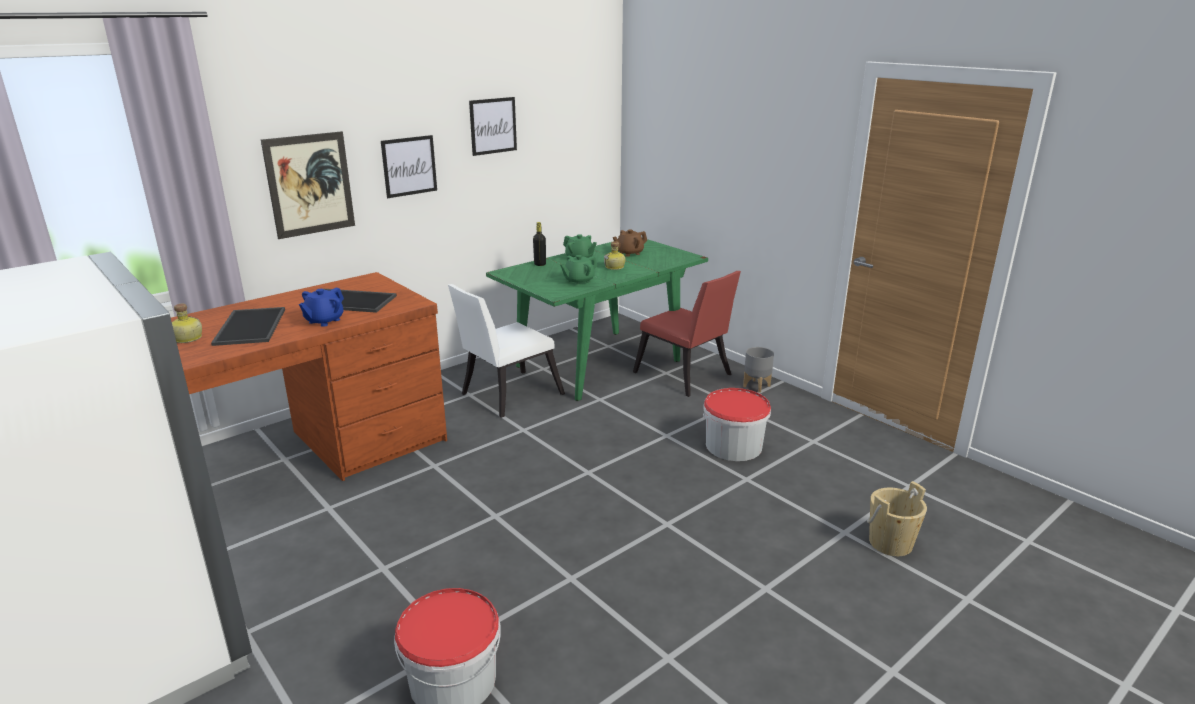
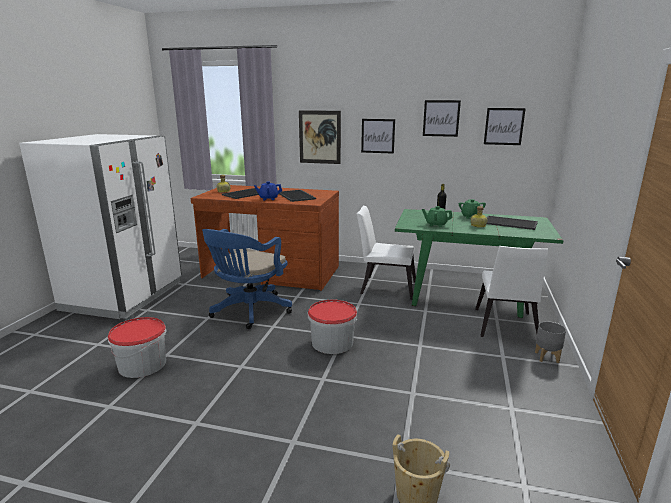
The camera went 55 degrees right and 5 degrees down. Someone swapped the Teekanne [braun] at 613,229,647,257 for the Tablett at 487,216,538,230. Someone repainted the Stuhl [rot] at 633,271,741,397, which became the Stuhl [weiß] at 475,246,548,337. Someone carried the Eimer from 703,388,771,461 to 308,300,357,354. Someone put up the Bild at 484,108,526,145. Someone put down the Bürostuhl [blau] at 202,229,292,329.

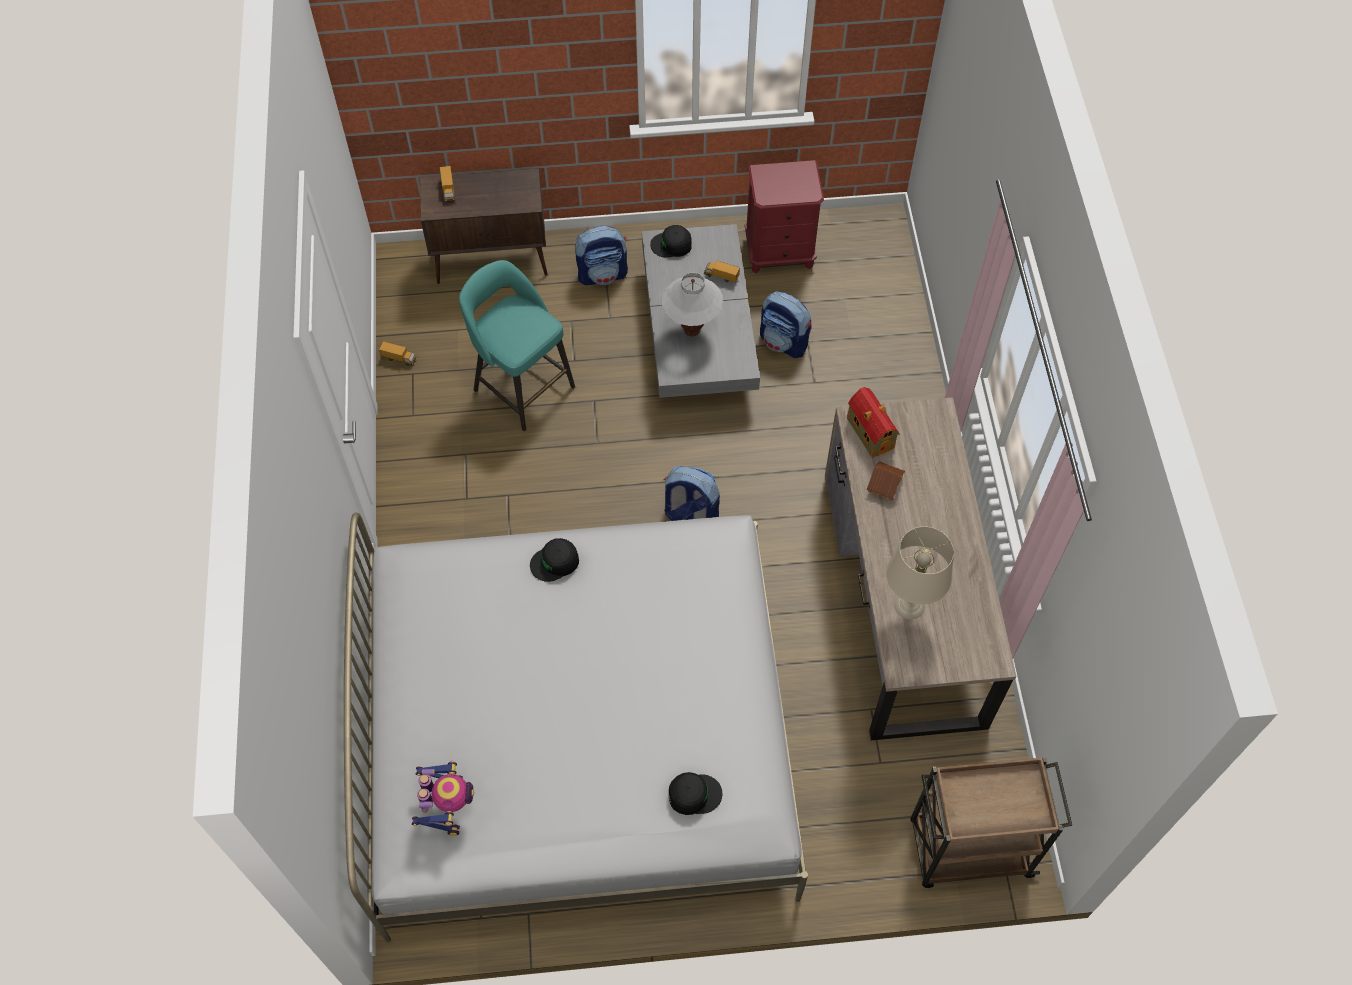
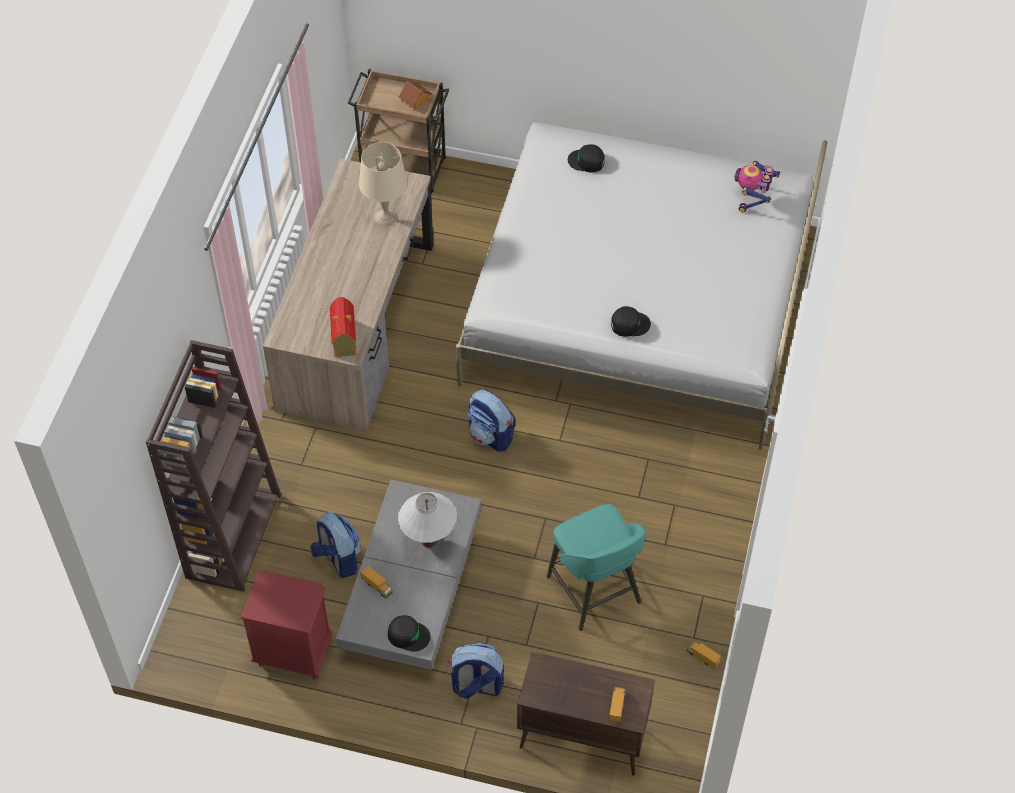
The camera went 160 degrees left and 5 degrees down. Someone carried the Spielzeughaus from 867,461,905,500 to 399,80,432,111. Someone put down the Bücherregal [braun] at 146,340,281,592.

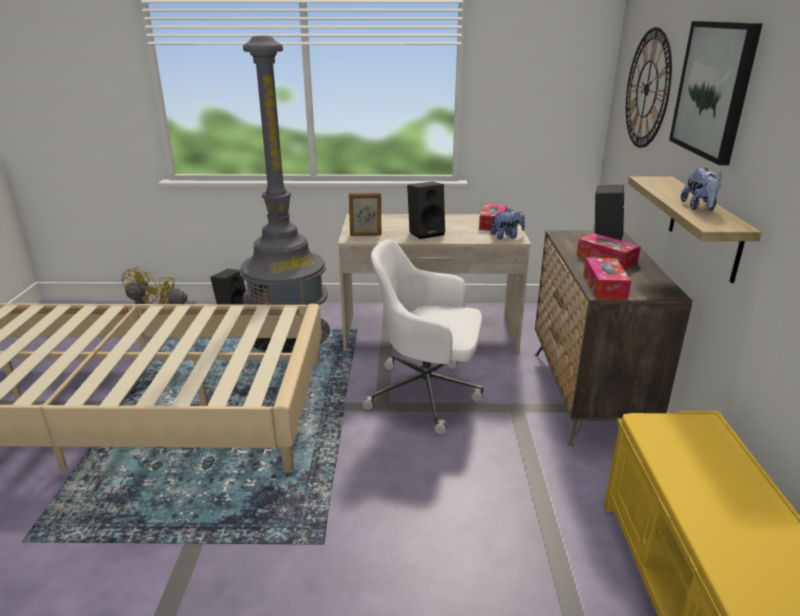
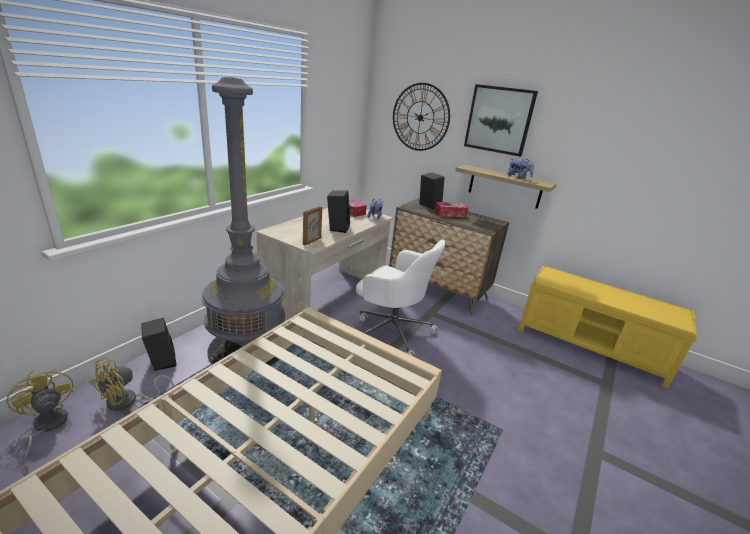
The camera went 60 degrees left and 0 degrees up. Someone rotated the Bürostuhl [weiß] at 362,239,484,434 by 105 degrees counterclockwise. Someone took away the Taschentuchbox at 583,258,631,300.

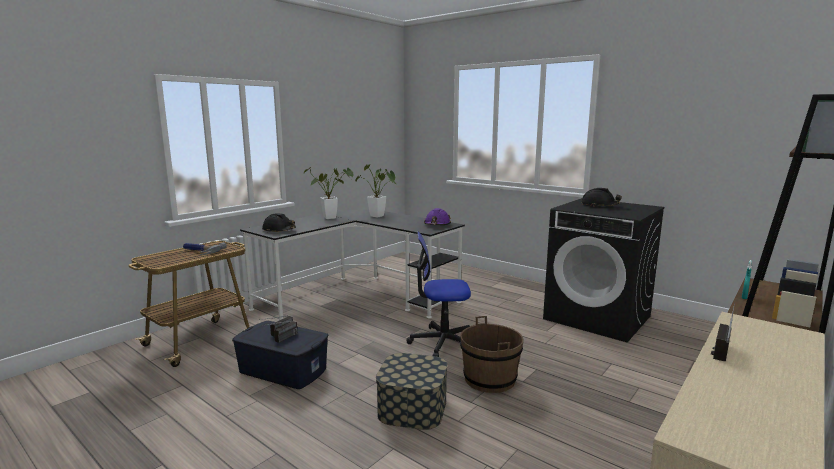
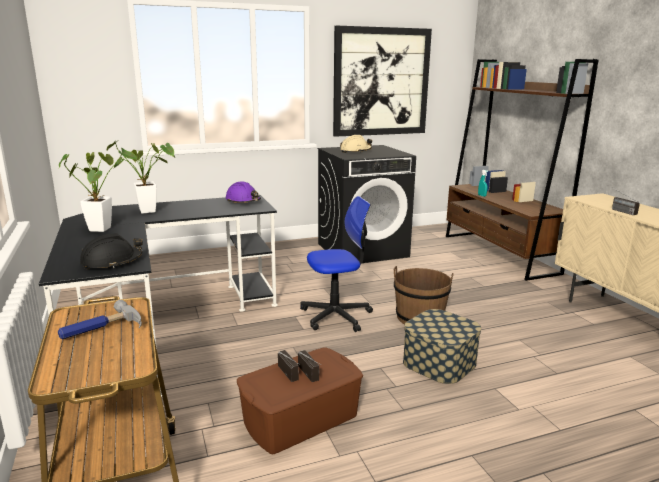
The camera went 60 degrees left and 5 degrees up. Someone repainted the Schutzhelm [schwarz] at 581,188,622,207, which became the Schutzhelm [beige] at 340,135,372,153. Someone rotated the Bürostuhl at 406,231,471,357 by 135 degrees counterclockwise. Someone repainted the Aufbewahrungsbox [blau] at 232,321,328,389, which became the Aufbewahrungsbox [braun] at 237,347,363,455. Someone put up the Bild at 333,26,432,137.

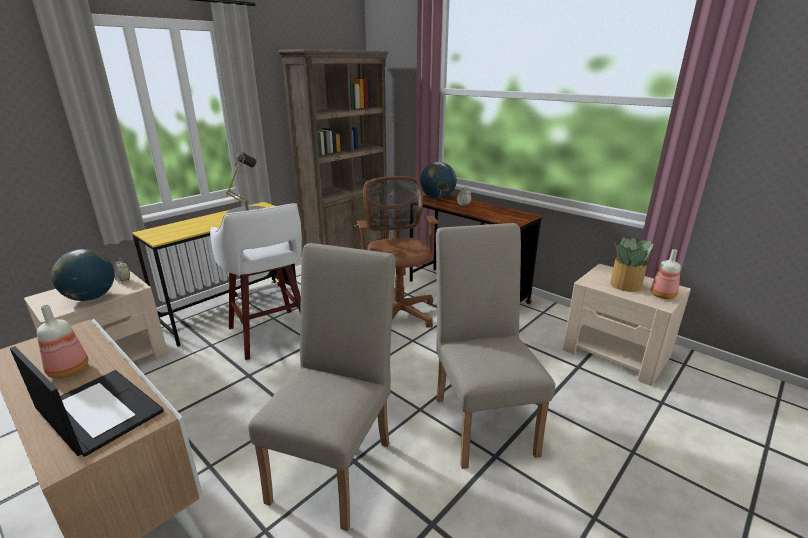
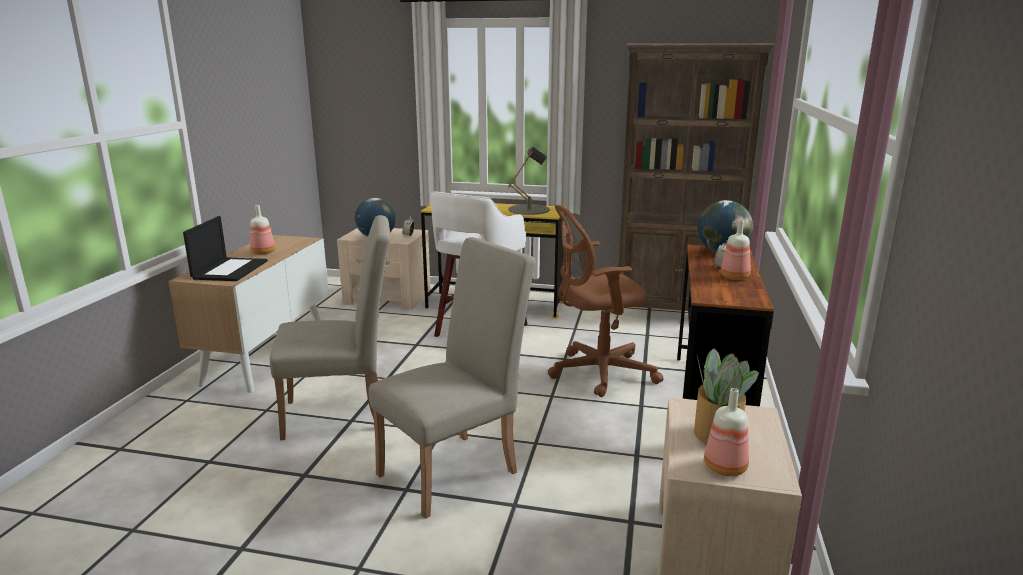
The camera went 60 degrees right and 5 degrees down. Someone rotated the Bürostuhl [braun] at 356,176,439,328 by 150 degrees counterclockwise. Someone put down the Flasche at 721,220,751,280.

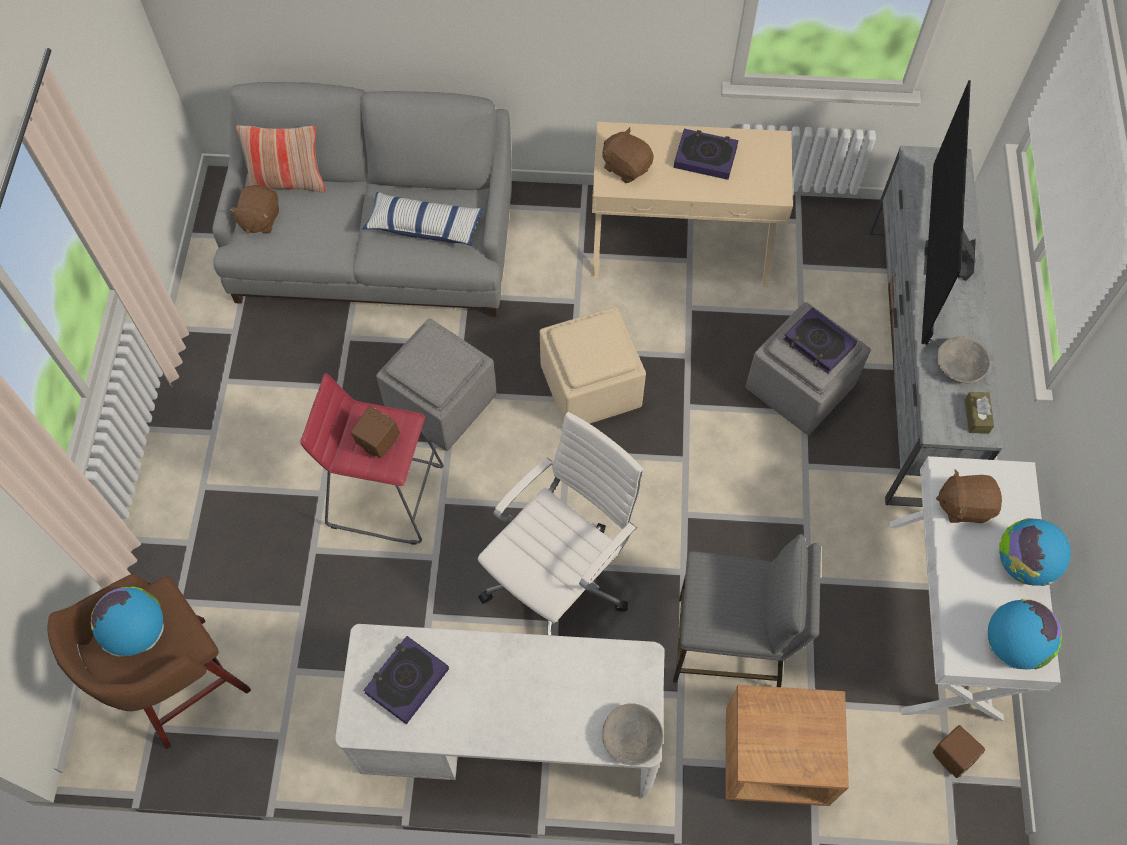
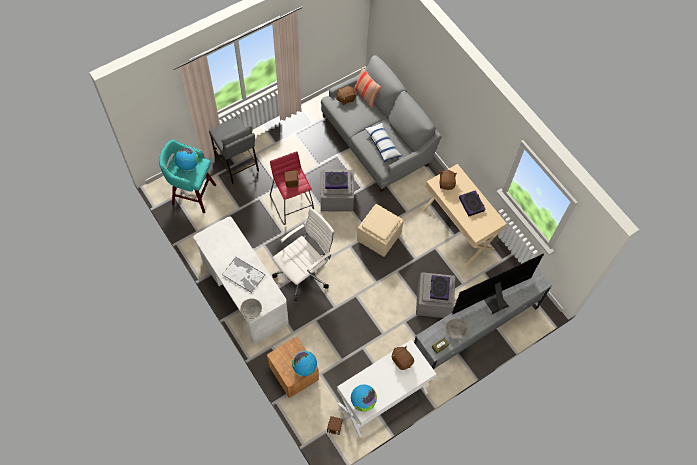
The camera went 50 degrees right and 0 degrees up. Someone rotated the Bürostuhl [weiß] at 478,412,644,635 by 45 degrees counterclockwise. Someone carried the Globus from 999,518,1071,586 to 292,351,317,376. Someone carried the Hocker [grau] from 673,534,821,687 to 209,117,259,184. Someone repainted the Hocker [braun] at 48,574,251,749, which became the Hocker [türkis] at 159,139,216,213. Someone carried the Buch from 363,636,449,724 to 325,171,348,189. Someone put down the Tablett at 222,257,266,293.

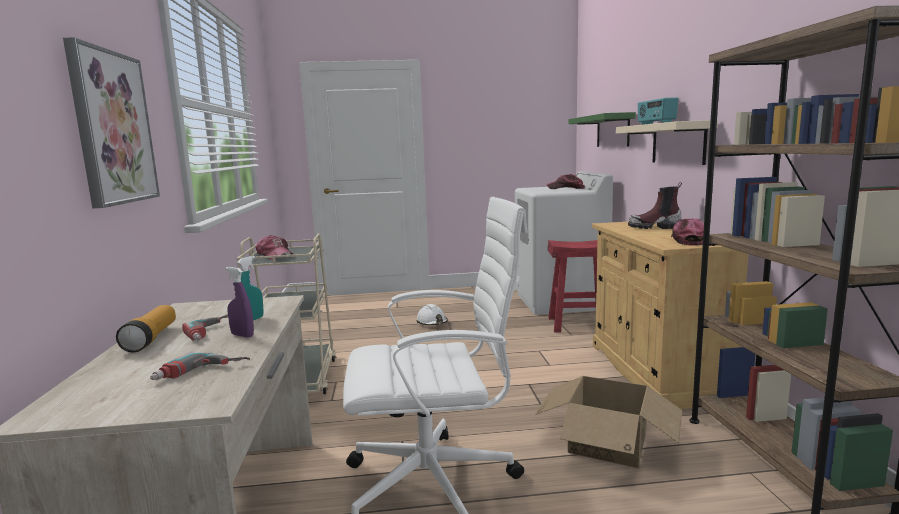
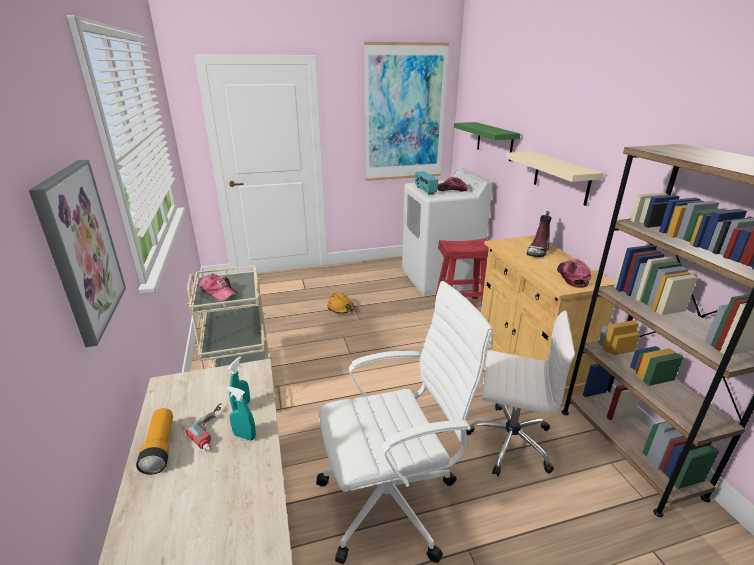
The camera went 10 degrees left and 15 degrees up. Someone carried the Radio from 638,97,679,125 to 415,171,438,195. Someone rotated the Stiefel at 628,182,682,229 by 60 degrees counterclockwise. Someone repainted the Sprühflasche [lila] at 226,267,254,338, which became the Sprühflasche [türkis] at 227,386,256,441. Someone repainted the Schutzhelm [weiß] at 417,304,448,325, which became the Schutzhelm [orange] at 327,293,354,313. Someone took away the Bohrmaschine at 150,352,250,380. Someone swapped the Karton at 535,376,682,468 for the Bürostuhl [weiß] at 466,311,575,477. Someone put up the Bild at 364,42,449,181.

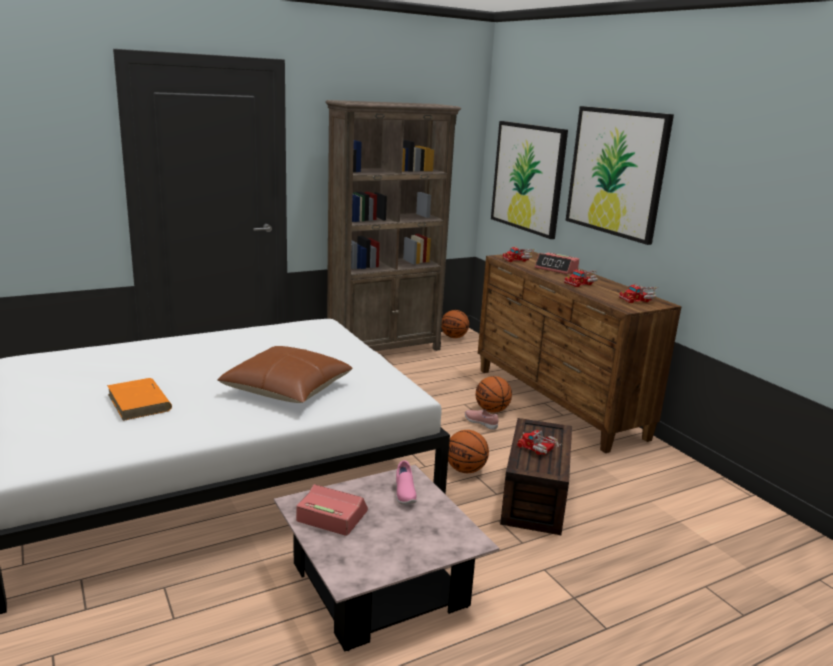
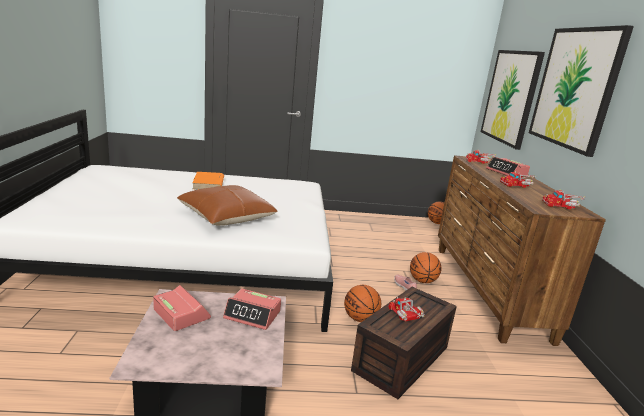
The camera went 25 degrees right and 0 degrees up. Someone took away the Bücherregal [braun] at 325,100,461,351. Someone carried the Buch [orange] from 107,378,172,421 to 192,172,224,190. Someone swapped the Schuh [rosa] at 396,460,417,505 for the Wecker at 223,288,281,330.

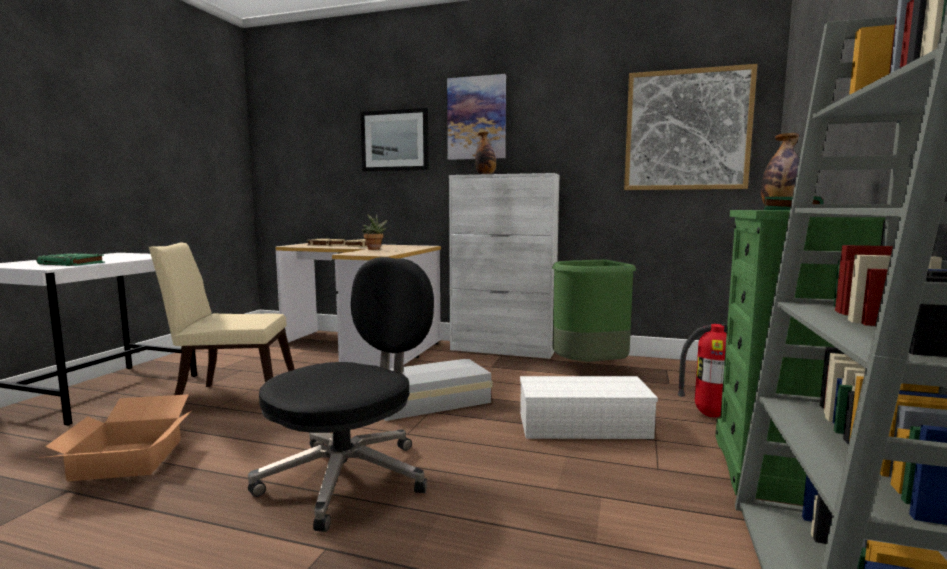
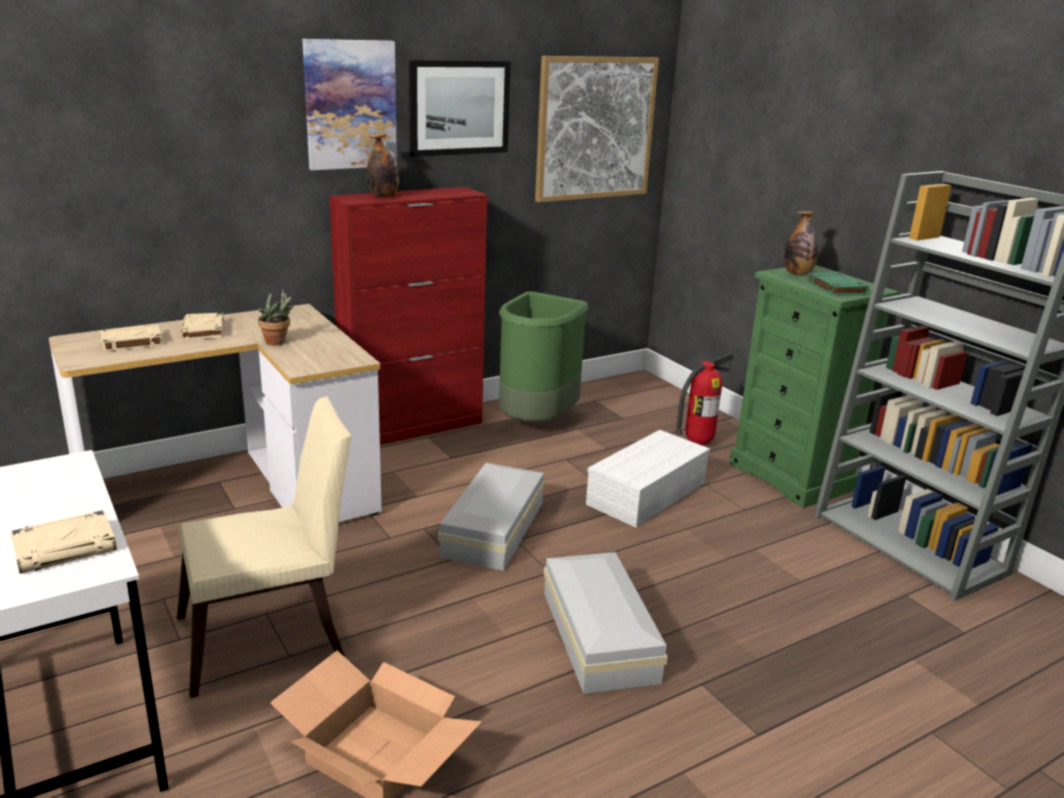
The camera went 50 degrees left and 15 degrees up. Someone carried the Bild from 361,108,429,171 to 409,60,511,157. Someone repainted the Schrank [weiß] at 449,173,560,359, which became the Schrank [rot] at 329,187,487,445. Someone rotated the Stuhl [beige] at 149,242,295,395 by 150 degrees counterclockwise. Someone repainted the Buch [grün] at 36,253,105,266, which became the Buch [beige] at 11,510,117,574. Someone swapped the Bürostuhl [schwarz] at 248,257,434,532 for the Aufbewahrungsbox [weiß] at 544,552,668,694.

